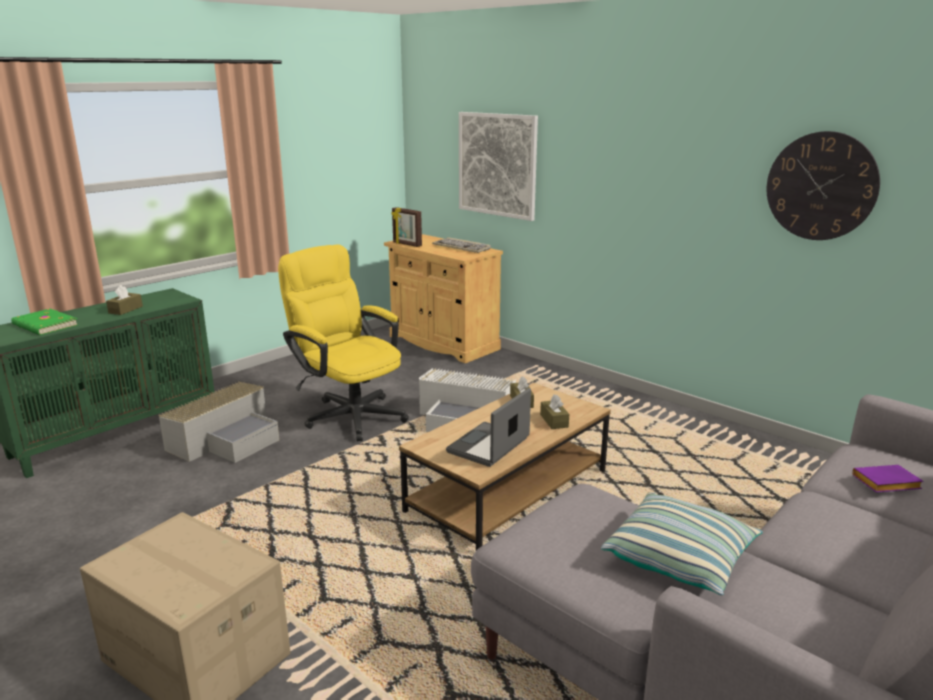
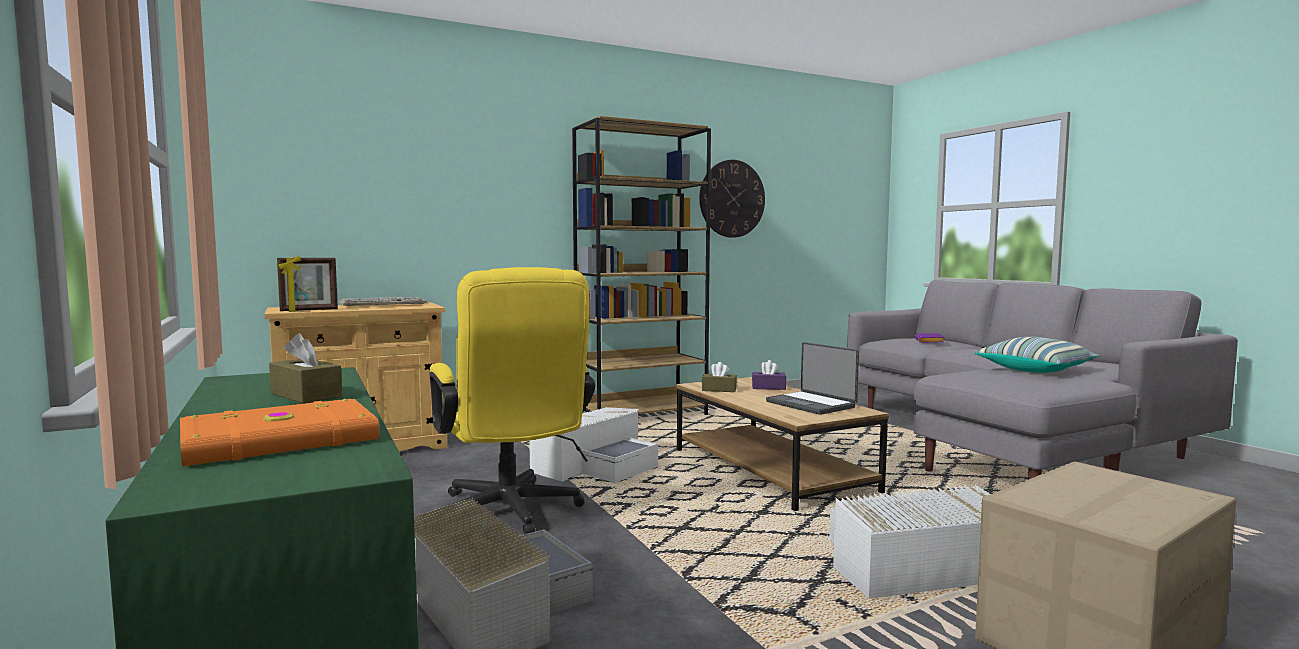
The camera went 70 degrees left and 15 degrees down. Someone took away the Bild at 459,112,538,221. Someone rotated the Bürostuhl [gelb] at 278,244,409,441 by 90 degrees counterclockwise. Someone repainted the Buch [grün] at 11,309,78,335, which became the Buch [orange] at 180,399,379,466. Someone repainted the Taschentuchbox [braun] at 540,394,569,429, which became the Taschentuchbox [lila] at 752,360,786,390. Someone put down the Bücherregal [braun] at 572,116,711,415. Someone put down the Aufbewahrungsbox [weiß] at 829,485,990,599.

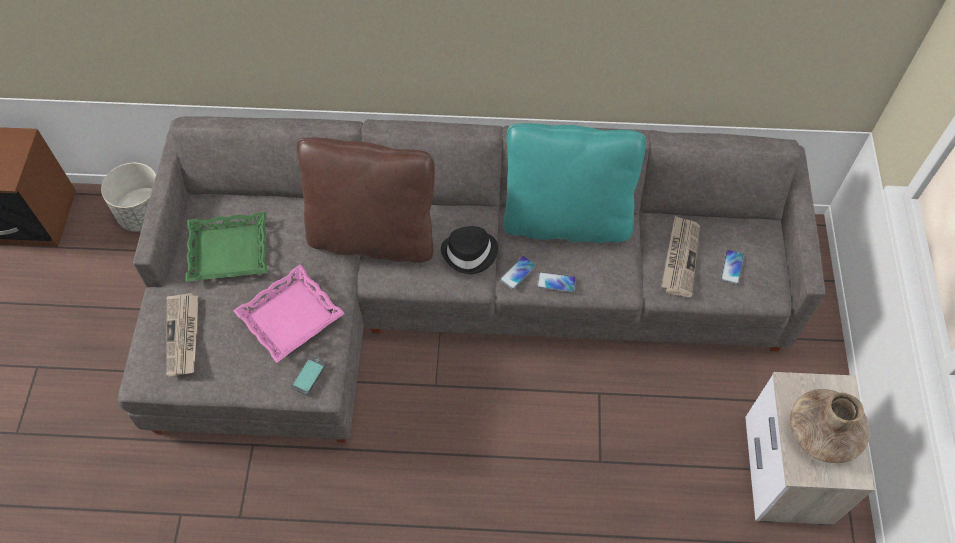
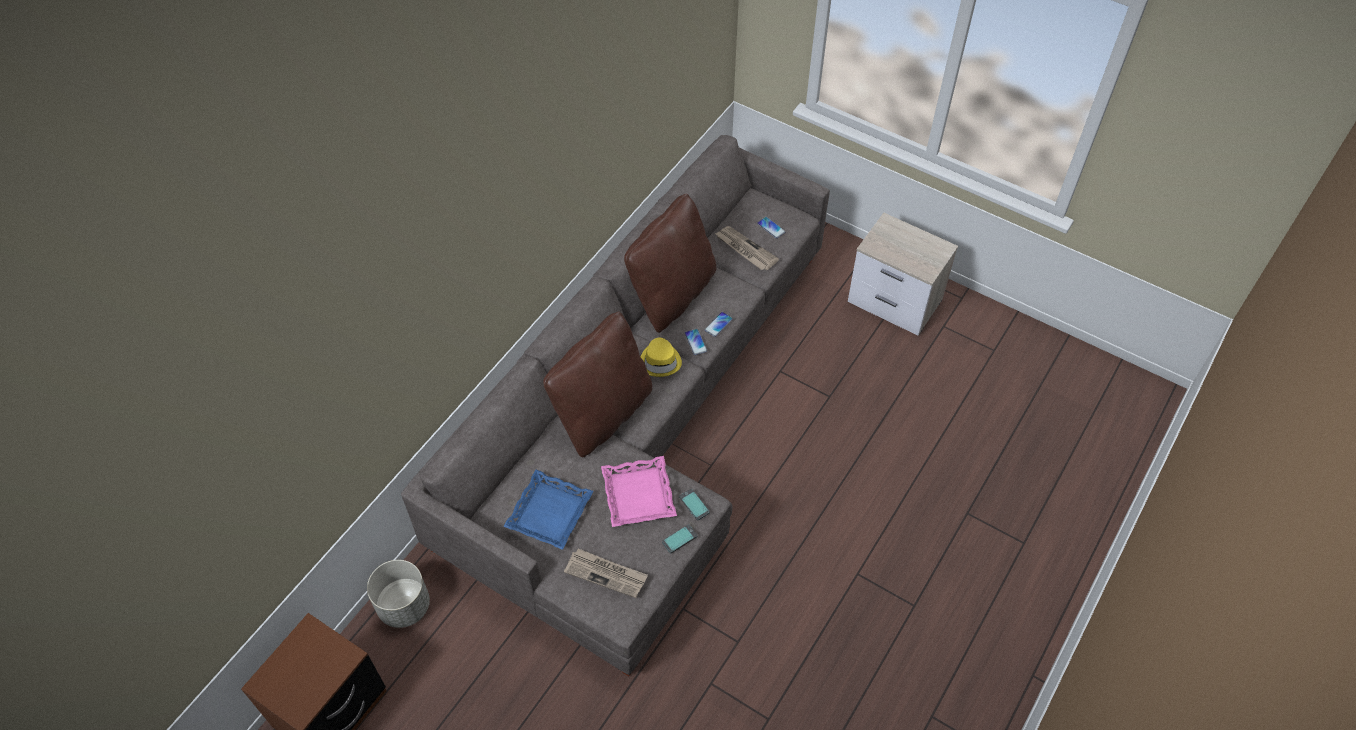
The camera went 60 degrees left and 5 degrees down. Someone repainted the Kissen [türkis] at 504,123,646,243, which became the Kissen [braun] at 624,193,716,333. Someone repainted the Tablett [grün] at 185,212,267,282, which became the Tablett [blau] at 503,470,594,550. Someone repainted the Hut [schwarz] at 441,226,498,274, which became the Hut [gelb] at 641,338,682,377. Someone took away the Vase [braun] at 790,389,870,463. Someone put down the Handy at 662,524,698,553.

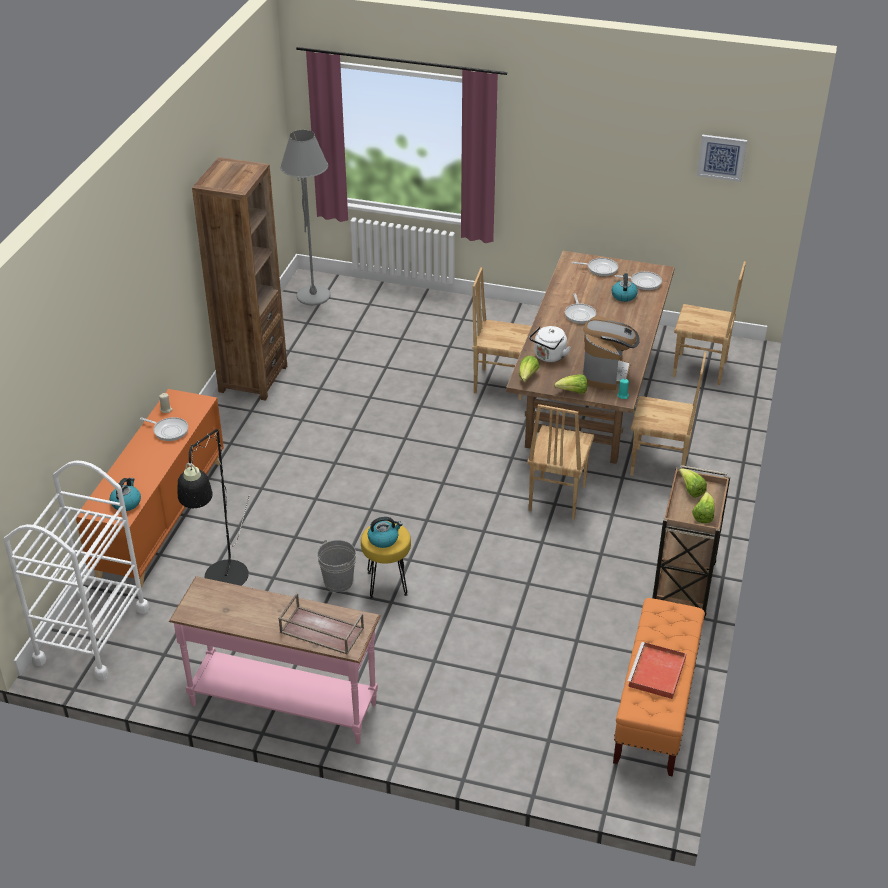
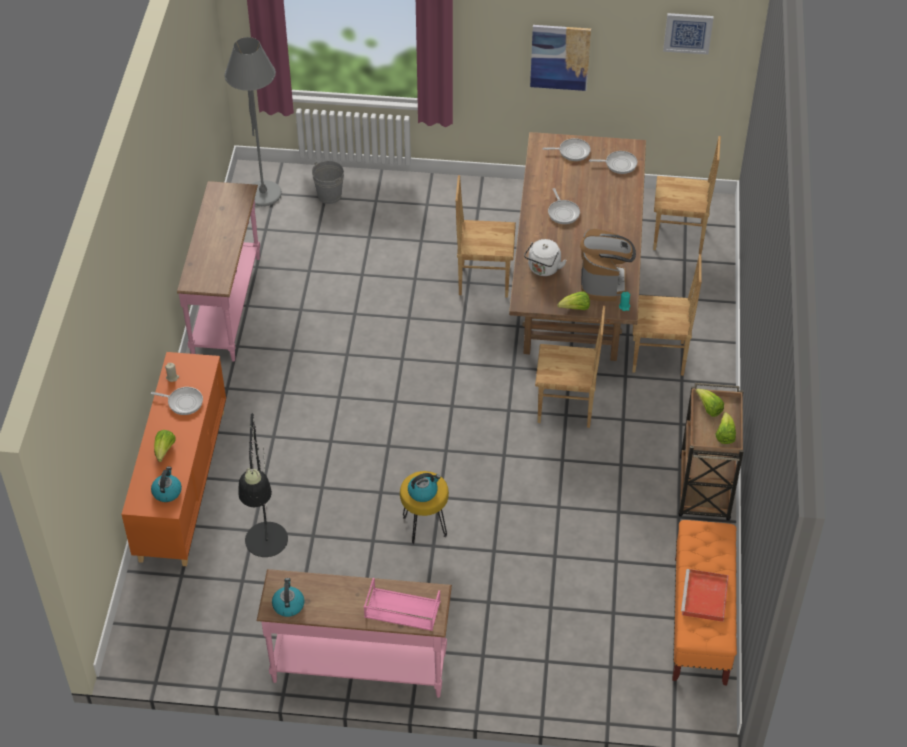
The camera went 10 degrees left and 10 degrees up. Someone swapped the Bücherregal [braun] at 192,157,287,401 for the Konsolentisch [rosa] at 177,181,260,361. Someone carried the Wasserkessel from 612,273,638,302 to 272,578,305,617. Someone carried the Salatkopf from 519,355,539,382 to 154,430,176,462. Someone rotated the Stuhl [braun] at 527,404,594,520 by 90 degrees counterclockwise. Someone took away the Rollwagen [weiß] at 4,460,149,680. Someone carried the Eimer [grau] from 317,540,356,592 to 312,161,344,204. Someone repainted the Tablett [braun] at 278,593,364,655, which became the Tablett [rosa] at 364,578,441,631. Someone put up the Bild at 530,25,591,91.

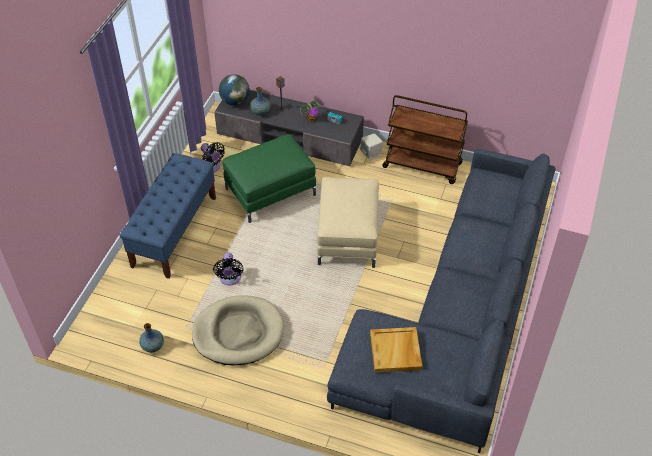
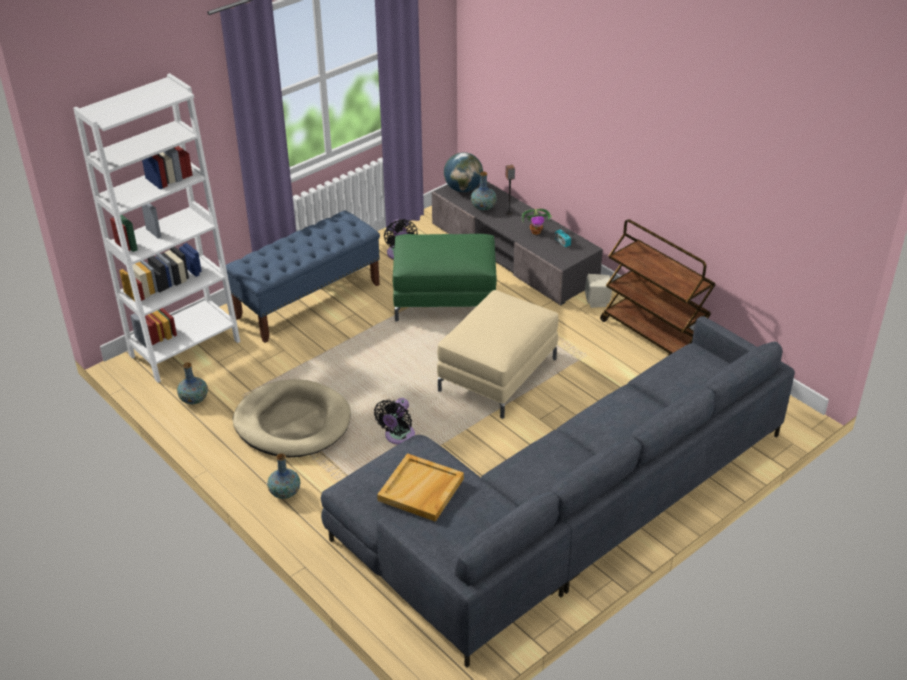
The camera went 30 degrees right and 10 degrees down. Someone carried the Ventilator [schwarz] from 213,253,244,285 to 374,398,415,445. Someone put down the Bücherregal [weiß] at 73,73,240,383. Someone put down the Vase at 267,454,300,499.

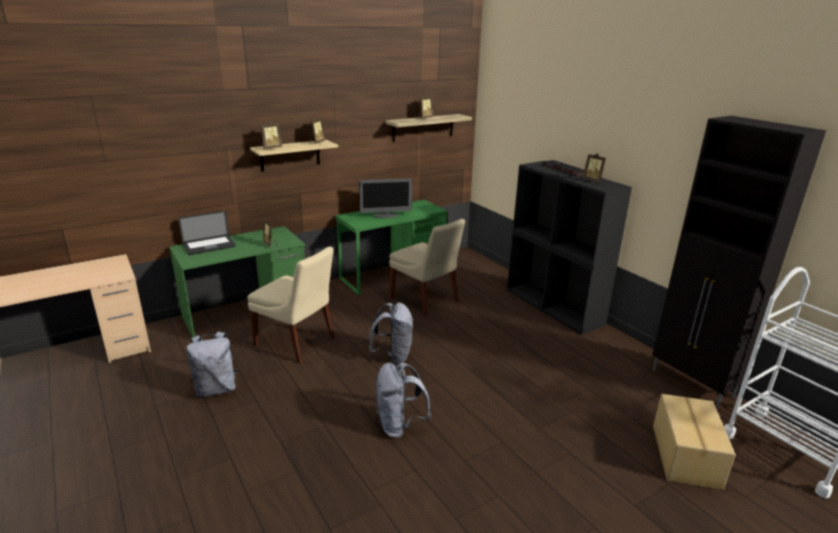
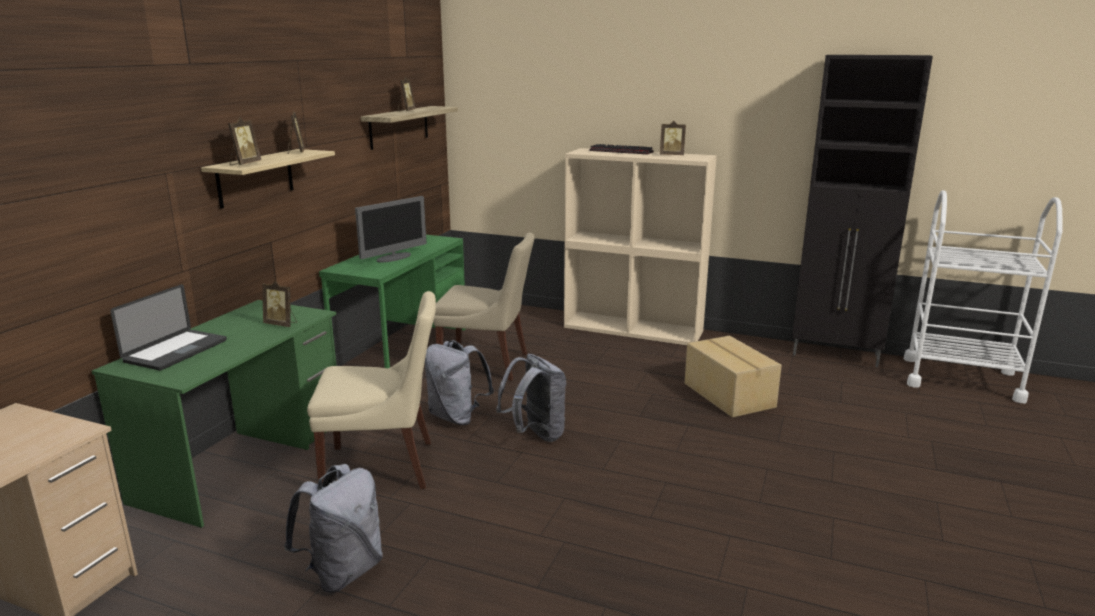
The camera went 35 degrees left and 5 degrees down. Someone repainted the Bücherregal [schwarz] at 507,161,632,335, which became the Bücherregal [beige] at 564,148,717,345. Someone carried the Rucksack [grau] from 376,362,431,438 to 425,340,494,425. Someone carried the Karton from 653,394,736,490 to 685,336,782,418.

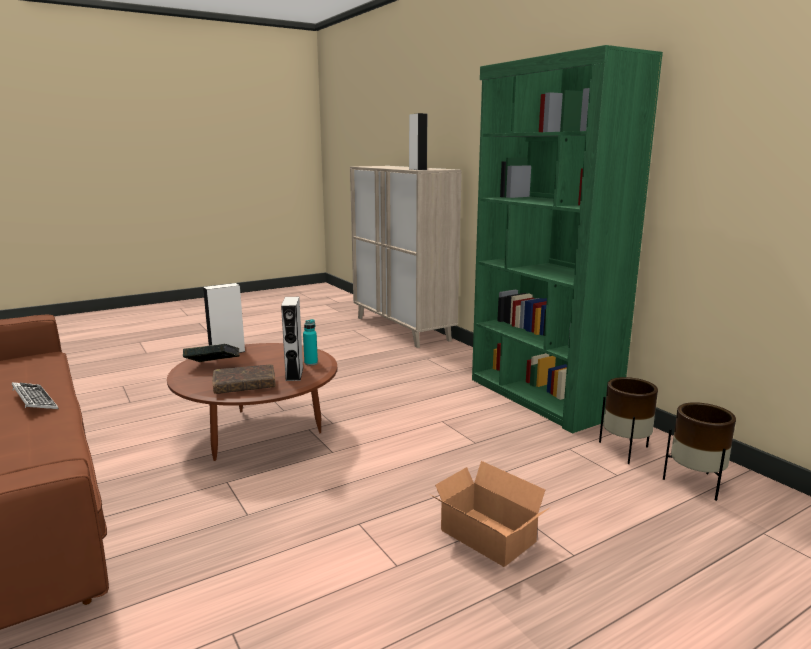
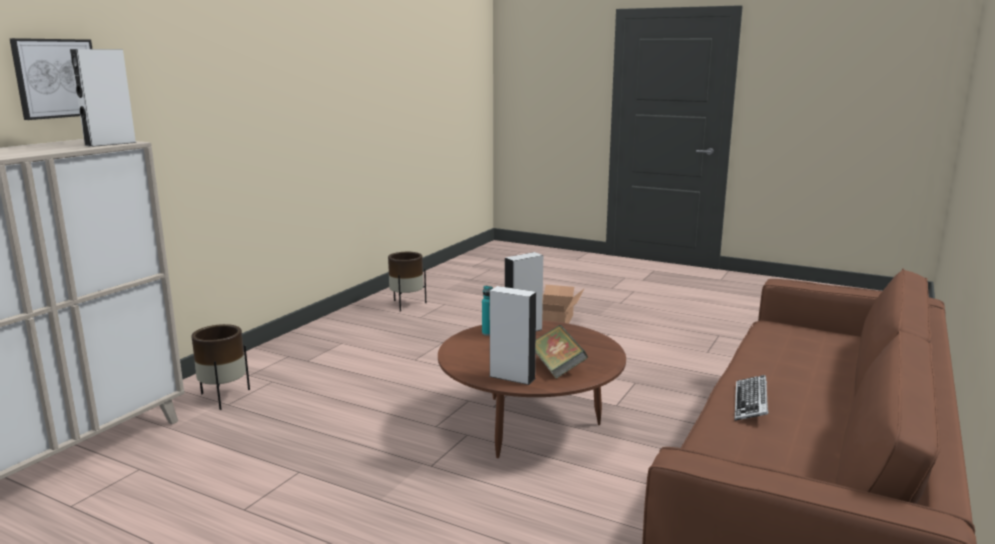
The camera went 120 degrees left and 0 degrees up. Someone took away the Bücherregal [grün] at 472,45,663,434. Someone took away the Buch [braun] at 212,364,276,394. Someone carried the Pflanzkübel [braun] from 663,402,736,501 to 191,324,250,410. Someone put up the Bild at 9,38,92,120.

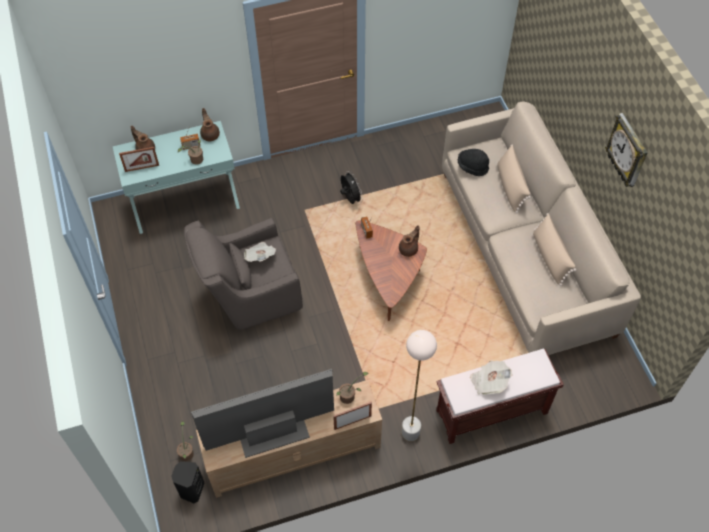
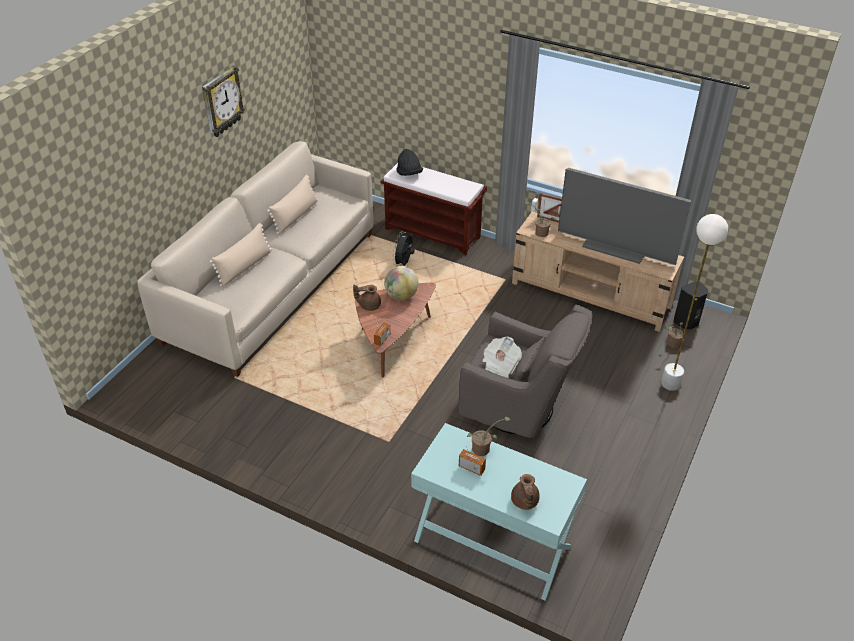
The camera went 135 degrees left and 15 degrees down. Someone took away the Teekanne [braun] at 200,108,220,141. Someone took away the Bilderrahmen at 119,147,159,172. Someone carried the Hut [schwarz] from 458,149,489,176 to 396,149,423,176. Someone carried the Ventilator [schwarz] from 340,171,363,204 to 393,231,415,266. Someone carried the Stehlampe [weiß] from 402,330,437,441 to 661,214,728,391. Someone took away the Zeitung at 470,361,512,395. Someone put down the Globus at 384,266,419,300.

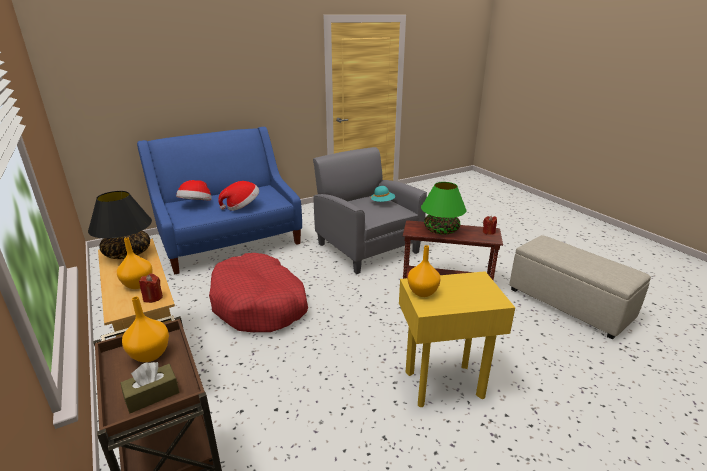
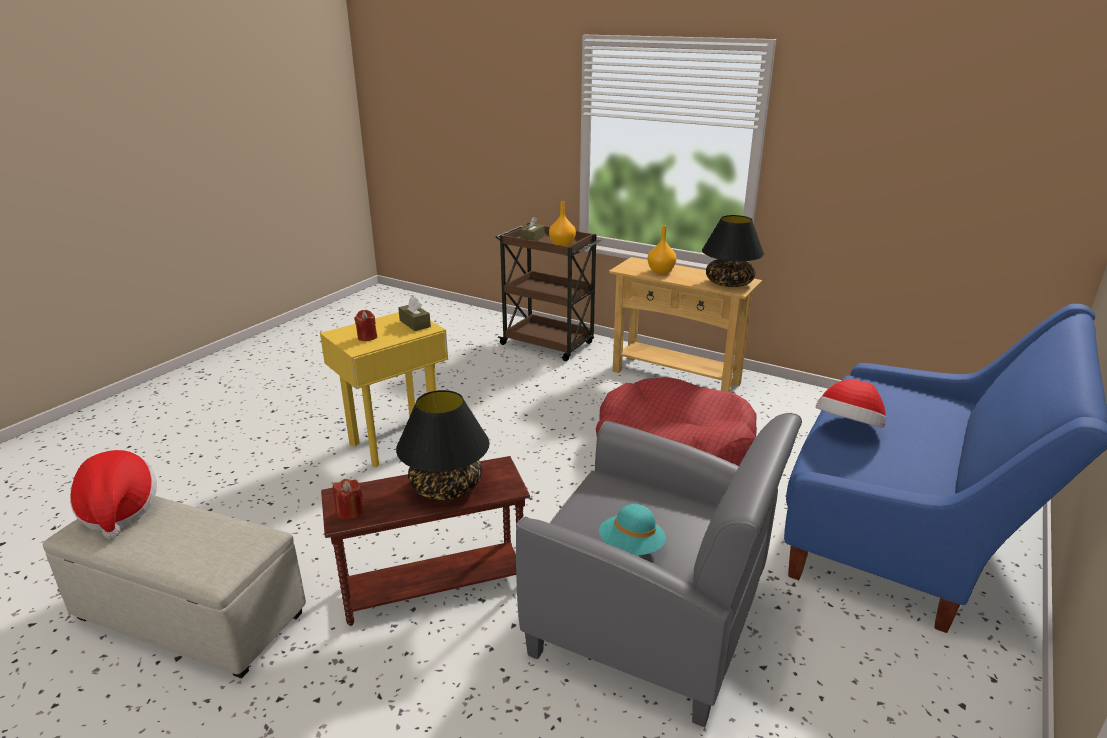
The camera went 150 degrees right and 0 degrees up. Someone carried the Hut from 176,180,212,201 to 70,450,157,539. Someone repainted the Tischlampe [grün] at 421,182,467,235, which became the Tischlampe [schwarz] at 396,390,490,500. Someone swapped the Vase [orange] at 408,245,441,297 for the Taschentuchbox [braun] at 398,297,431,331. Someone carried the Kerze [rot] from 139,274,163,303 to 354,310,377,341.

